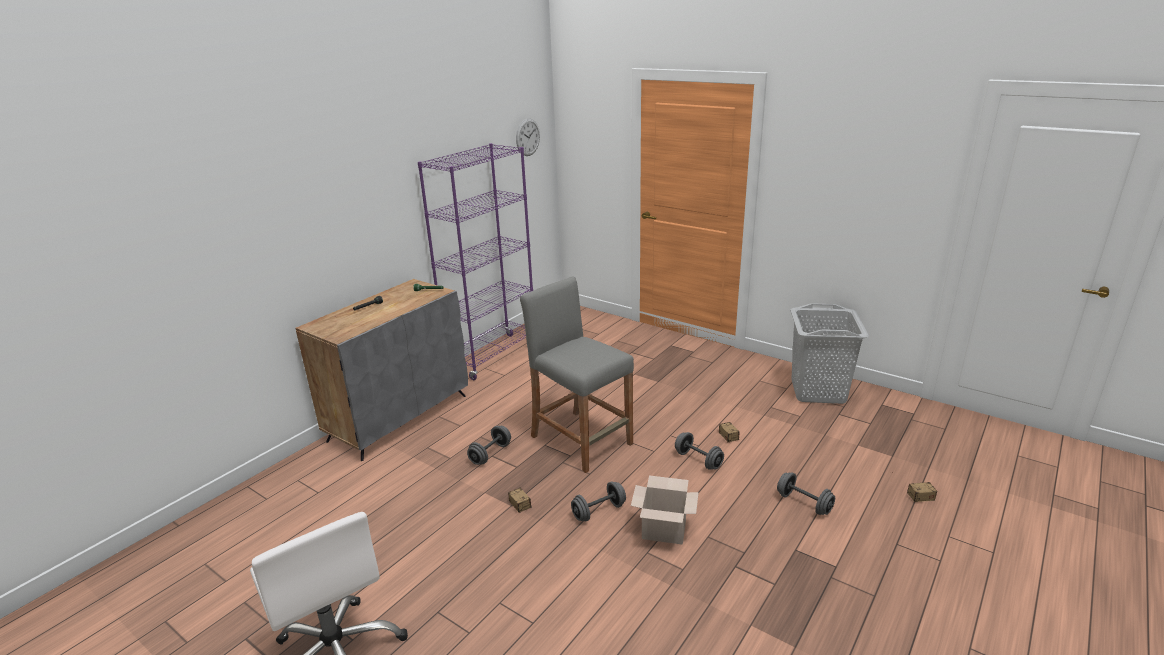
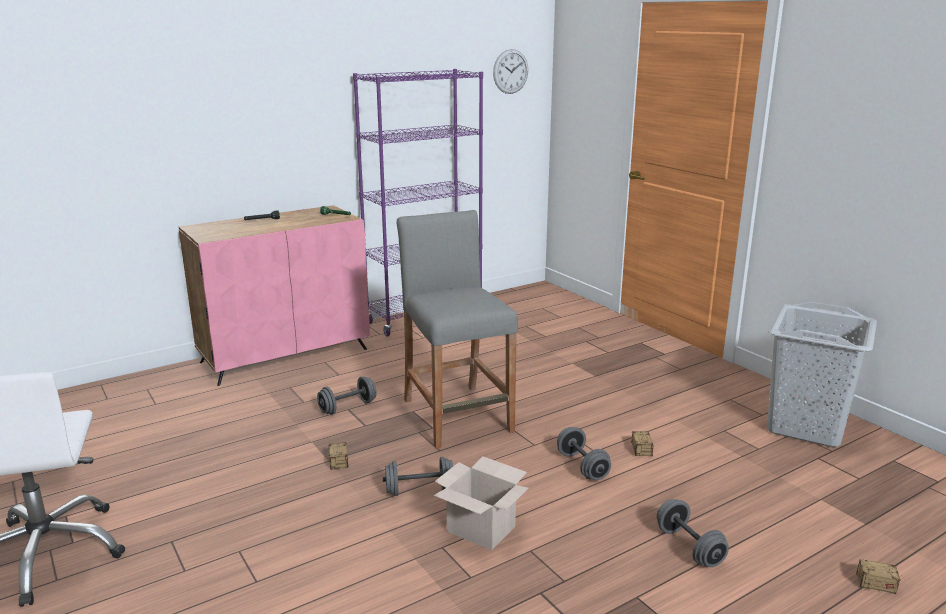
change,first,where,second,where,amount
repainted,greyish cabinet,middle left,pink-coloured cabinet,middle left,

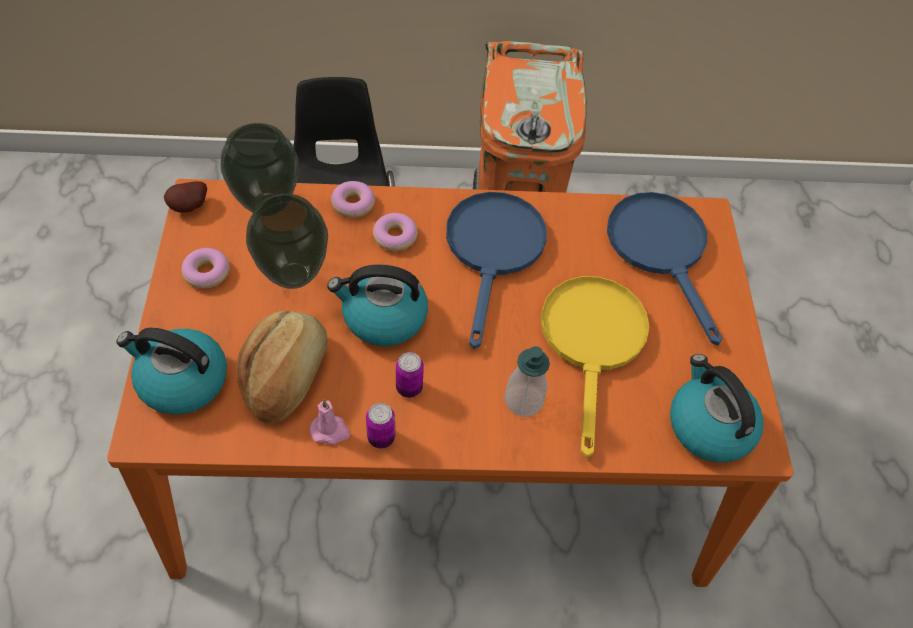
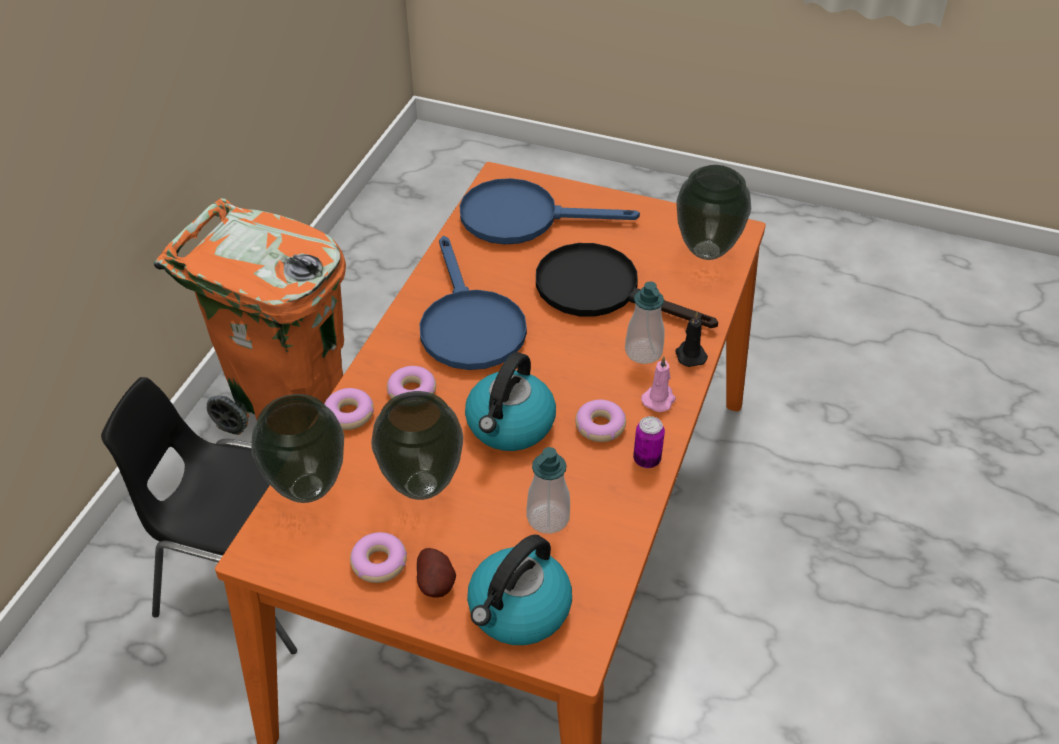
change,first,where,second,where,amount
shifted,spud,top left,,bottom centre,
rotated,blue pan (no. 1 from left),centre,,centre,135 degrees counterclockwise
repainted,yellow pan,centre,black pan,centre,
swapped,bread,middle left,soap bottle (no. 1 from left),centre,
swapped,sealed can (no. 2 from left),centre,ring doughnut (no. 4 from left),centre,
swapped,tea kettle (no. 3 from left),middle right,decorative vase (no. 3 from left),top right,
shifted,pink-coloured wax candle,bottom centre,,centre,
new,,,black wax candle,centre,

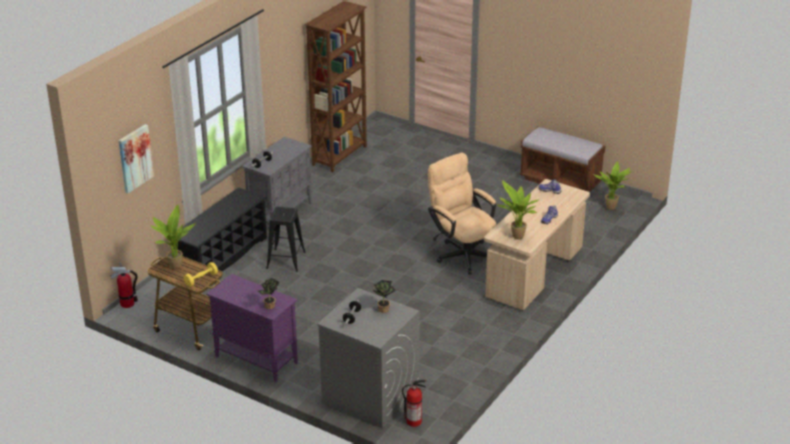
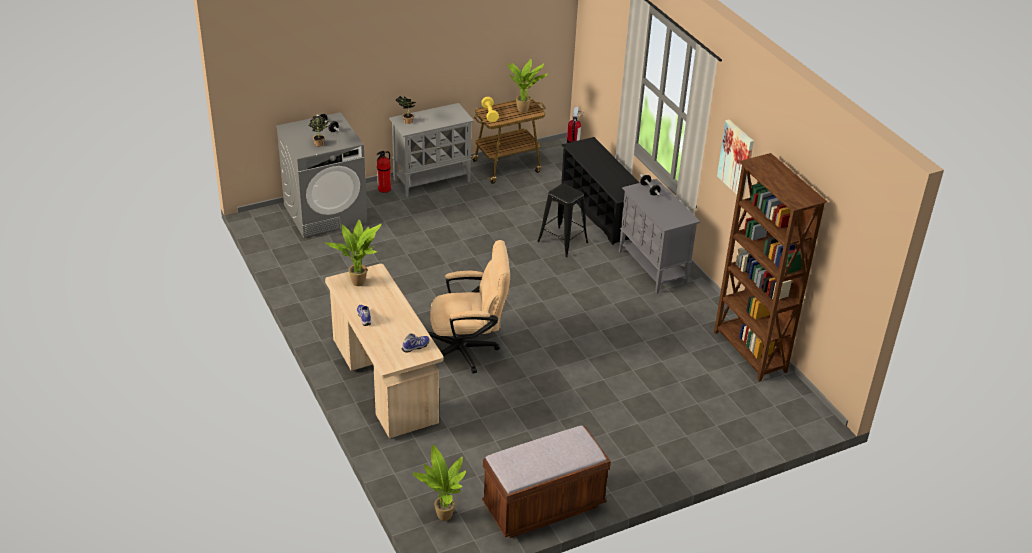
change,first,where,second,where,amount
shifted,wall picture,middle left,,top right,
repainted,purple-coloured cabinet,bottom left,greyish cabinet (no. 1 from left),top centre,
shifted,fire extinguisher (no. 2 from left in the first image),bottom centre,fire extinguisher (no. 1 from left),top centre,

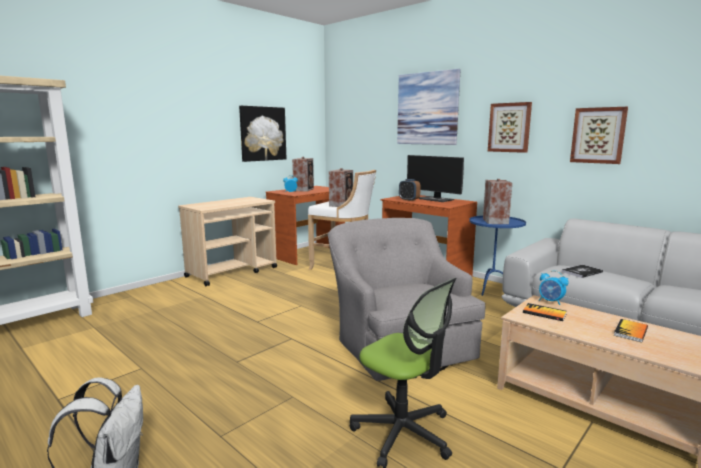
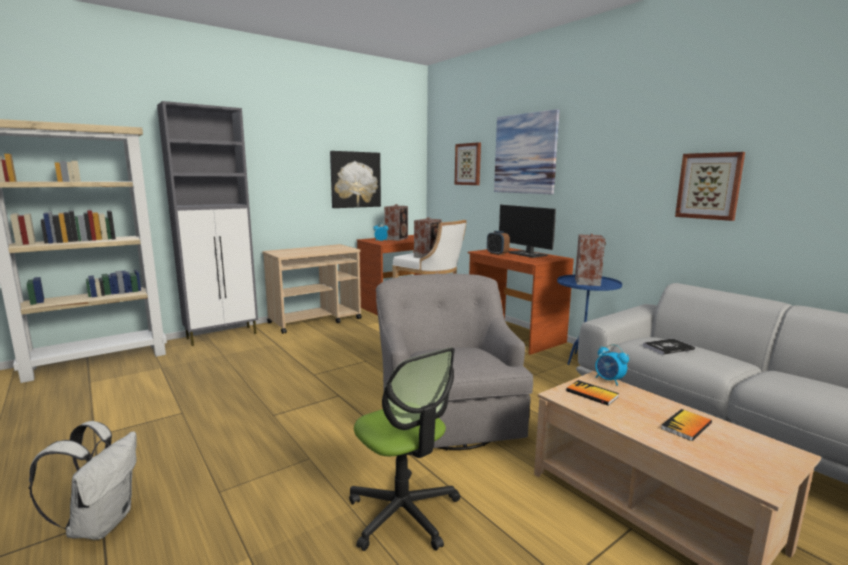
change,first,where,second,where,amount
shifted,wall picture (no. 3 from left in the first image),top right,wall picture (no. 2 from left),top centre,
new,,,greyish cabinet,middle left,

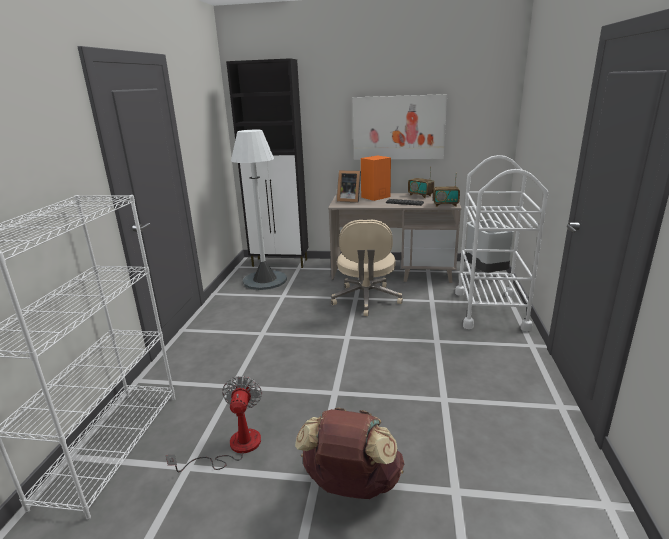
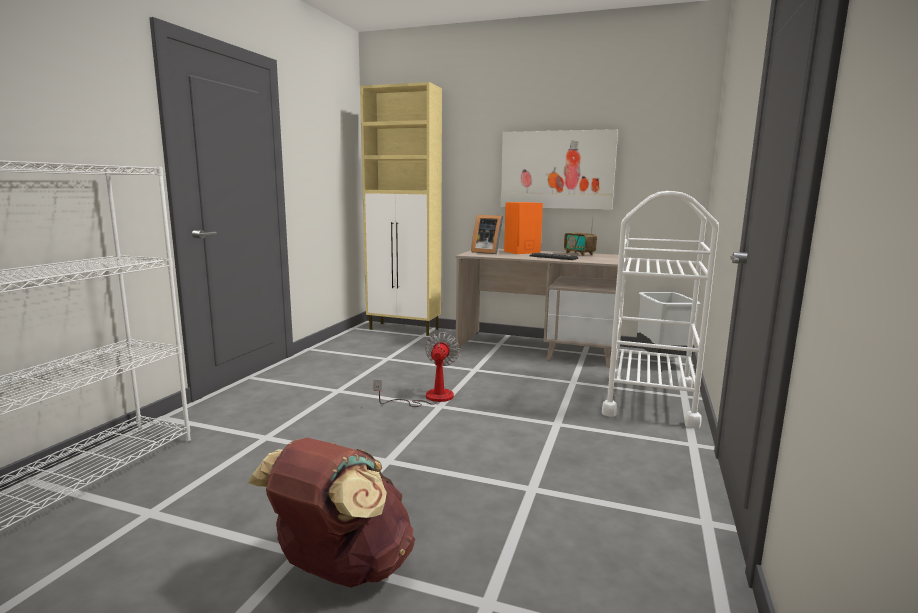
change,first,where,second,where,amount
repainted,black cabinet,top centre,sand-coloured cabinet,centre,
gone,white-coloured standing lamp,centre,,,
gone,radio set (no. 2 from left),middle right,,,
gone,sand-coloured office chair,centre,,,
shifted,fan,bottom left,,centre,

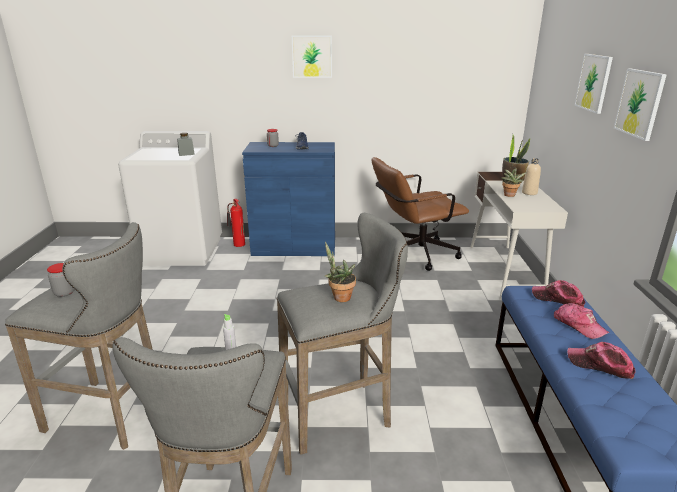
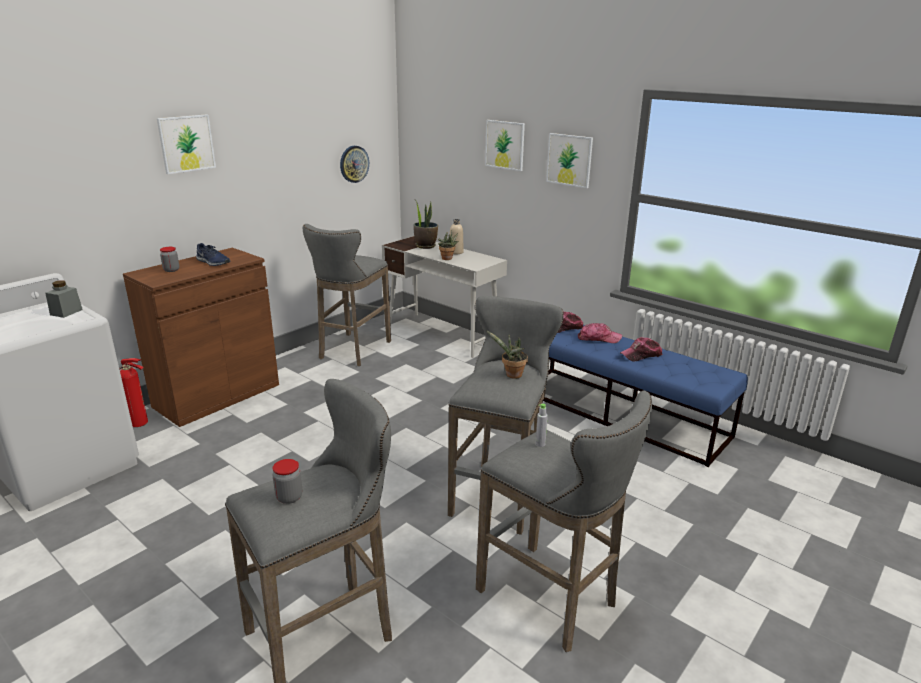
change,first,where,second,where,amount
repainted,blue cabinet,centre,brown-coloured cabinet,middle left,
swapped,brown-coloured office chair,centre,greyish stool seat (no. 2 from left),centre,
new,,,clock on the wall,top centre,

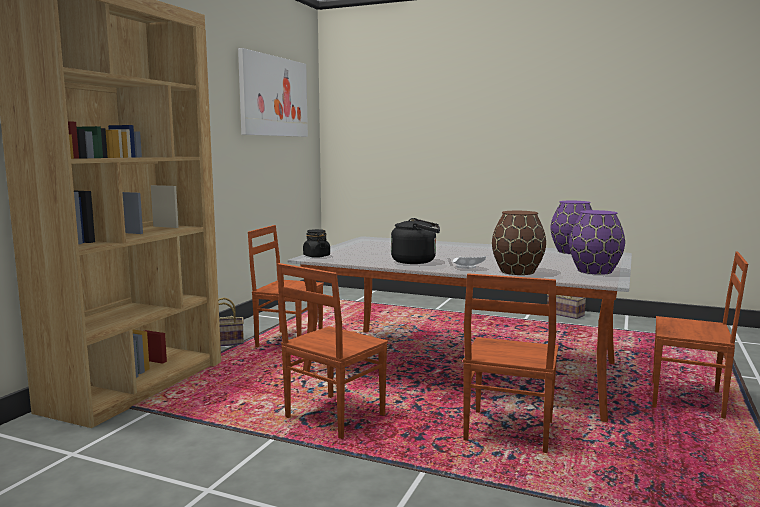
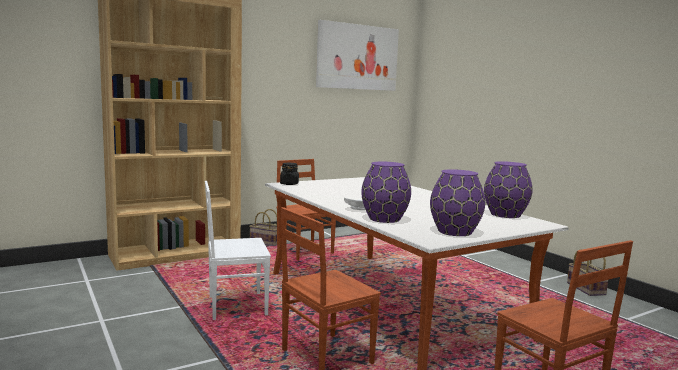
change,first,where,second,where,amount
repainted,brown-coloured decorative vase,middle right,purple-coloured decorative vase (no. 1 from left),centre,
gone,black tea kettle,centre,,,
repainted,brown-coloured upright chair (no. 2 from left),bottom centre,white-coloured upright chair,bottom centre,

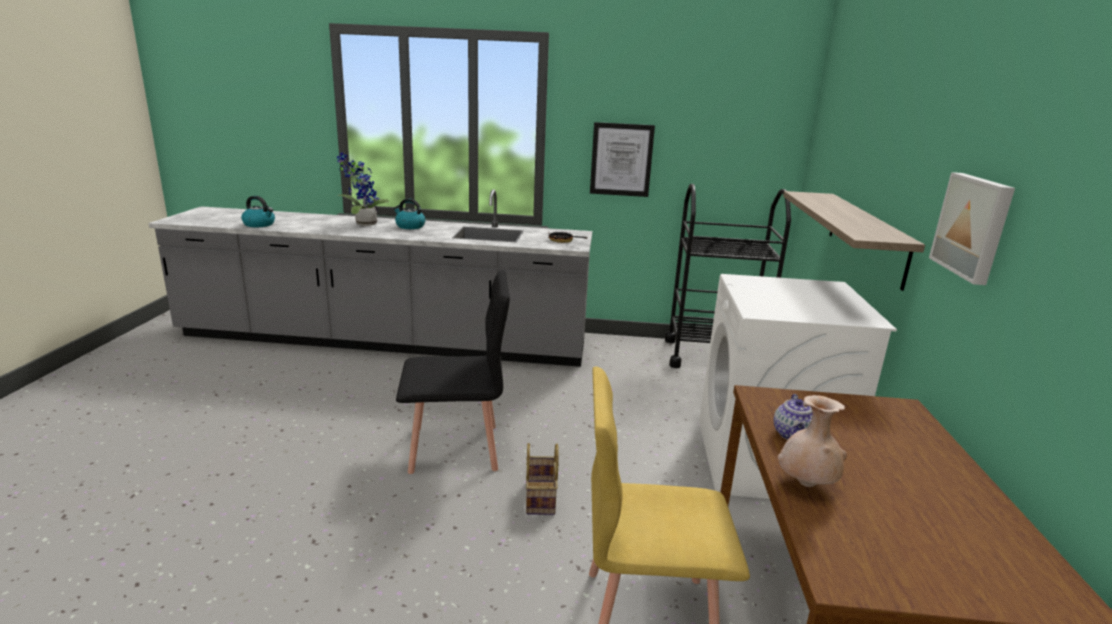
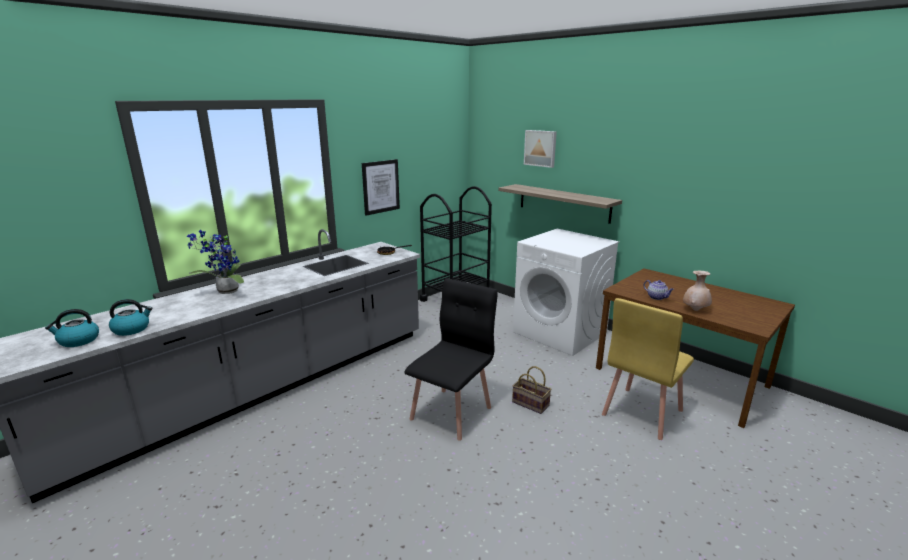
change,first,where,second,where,amount
shifted,wall picture (no. 2 from left),middle right,,top centre,
shifted,tea kettle (no. 2 from left in the first image),centre,tea kettle (no. 1 from left),middle left,

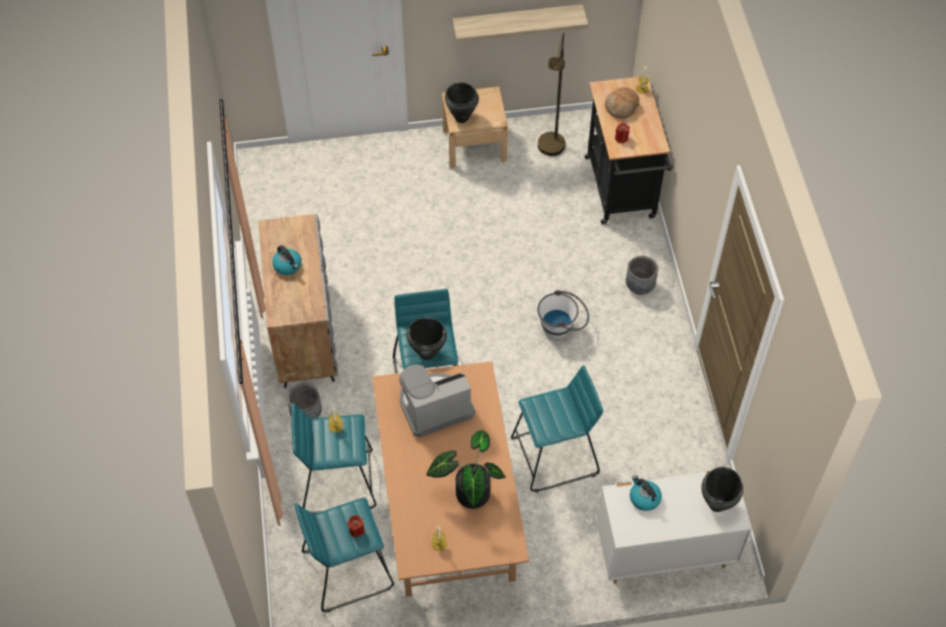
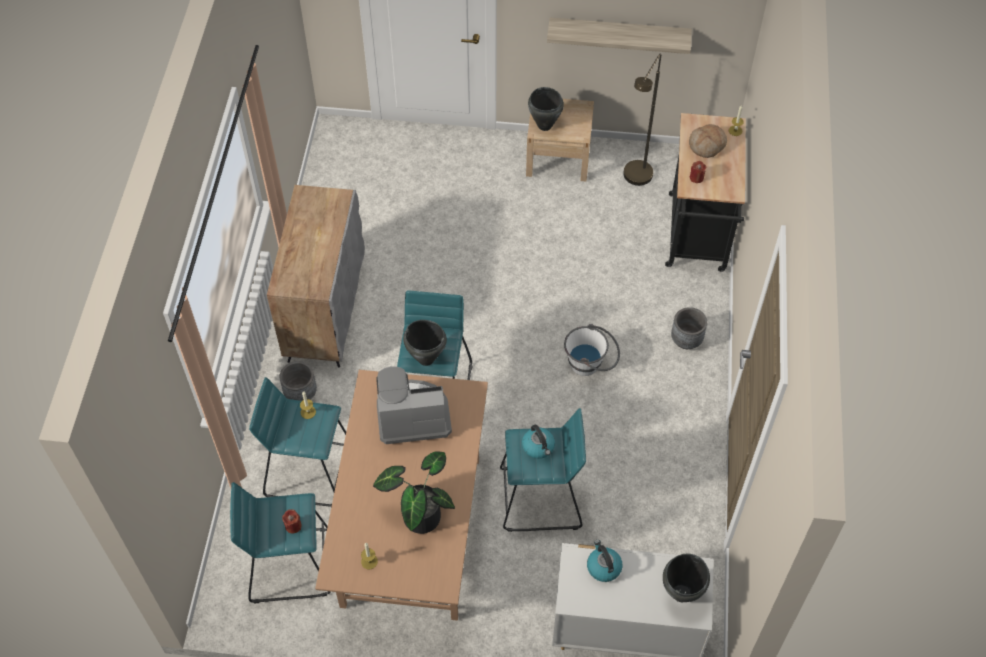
change,first,where,second,where,amount
shifted,tea kettle (no. 1 from left),middle left,,bottom centre,

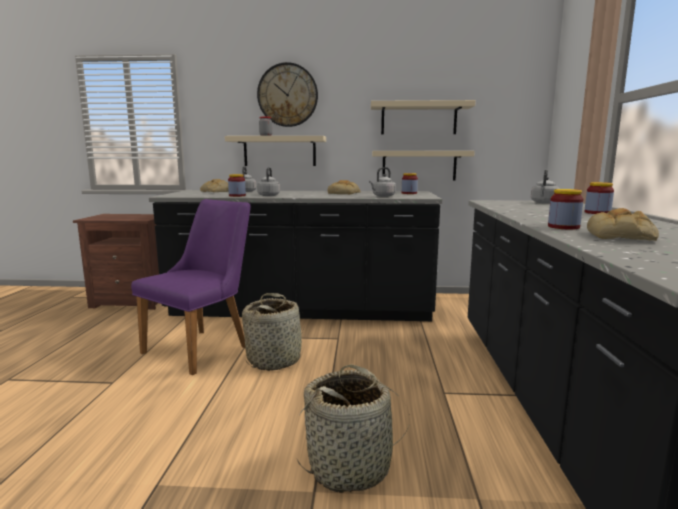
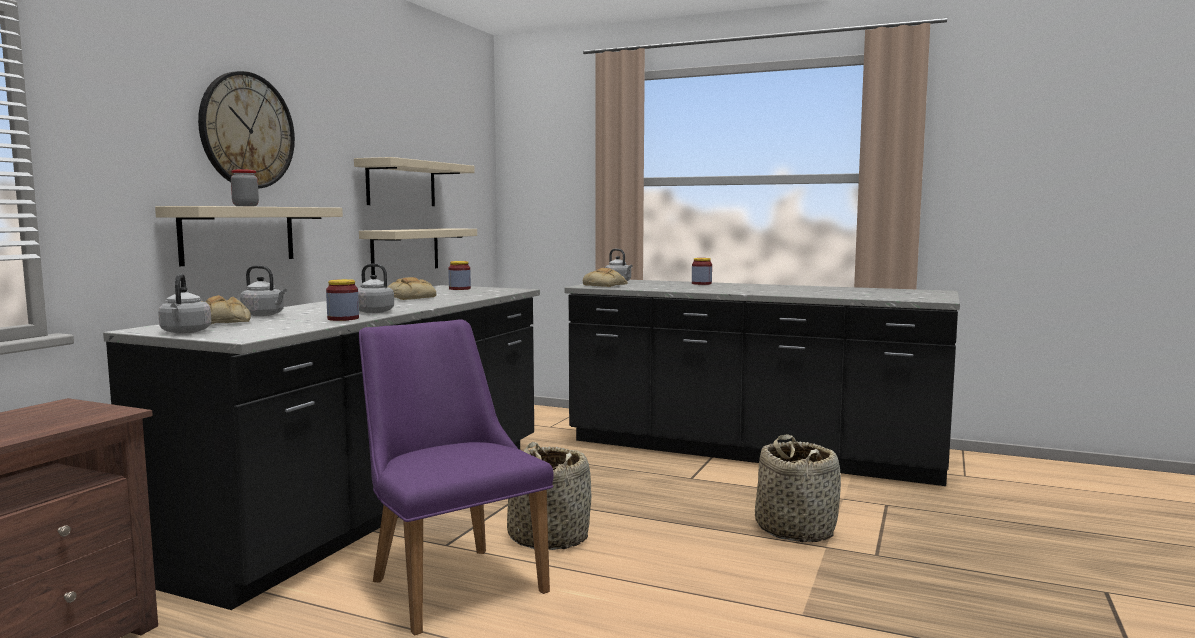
change,first,where,second,where,amount
shifted,greyish tea kettle (no. 3 from left in the first image),centre,greyish tea kettle (no. 1 from left),middle left,
gone,preserve jar (no. 4 from left),middle right,,,
shifted,bread (no. 3 from left),middle right,,centre,

